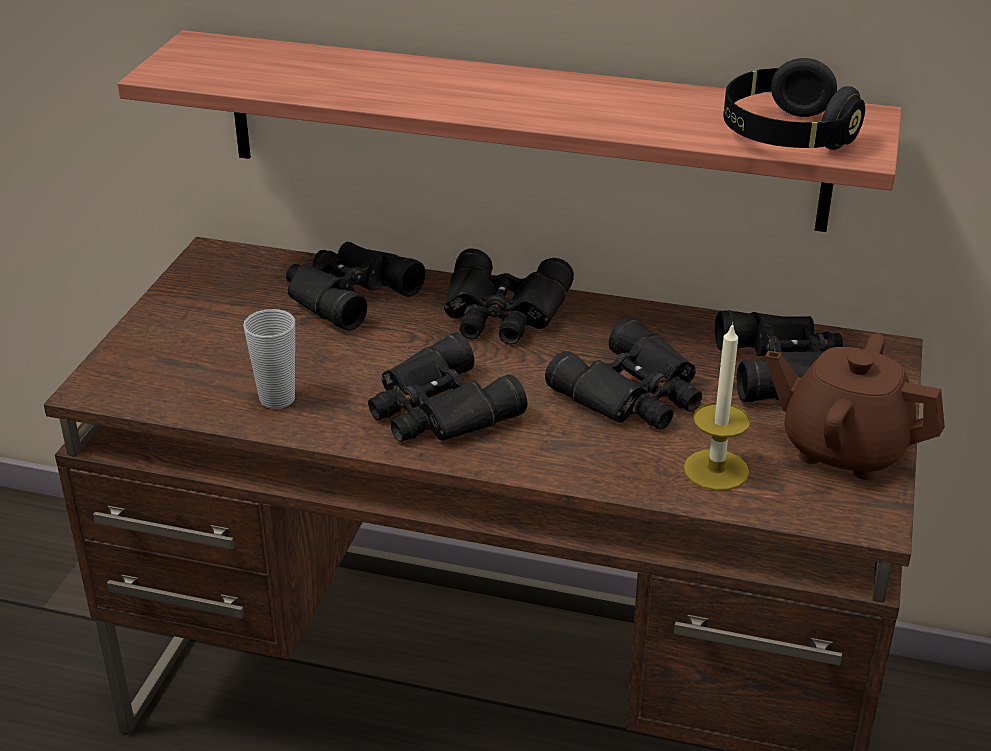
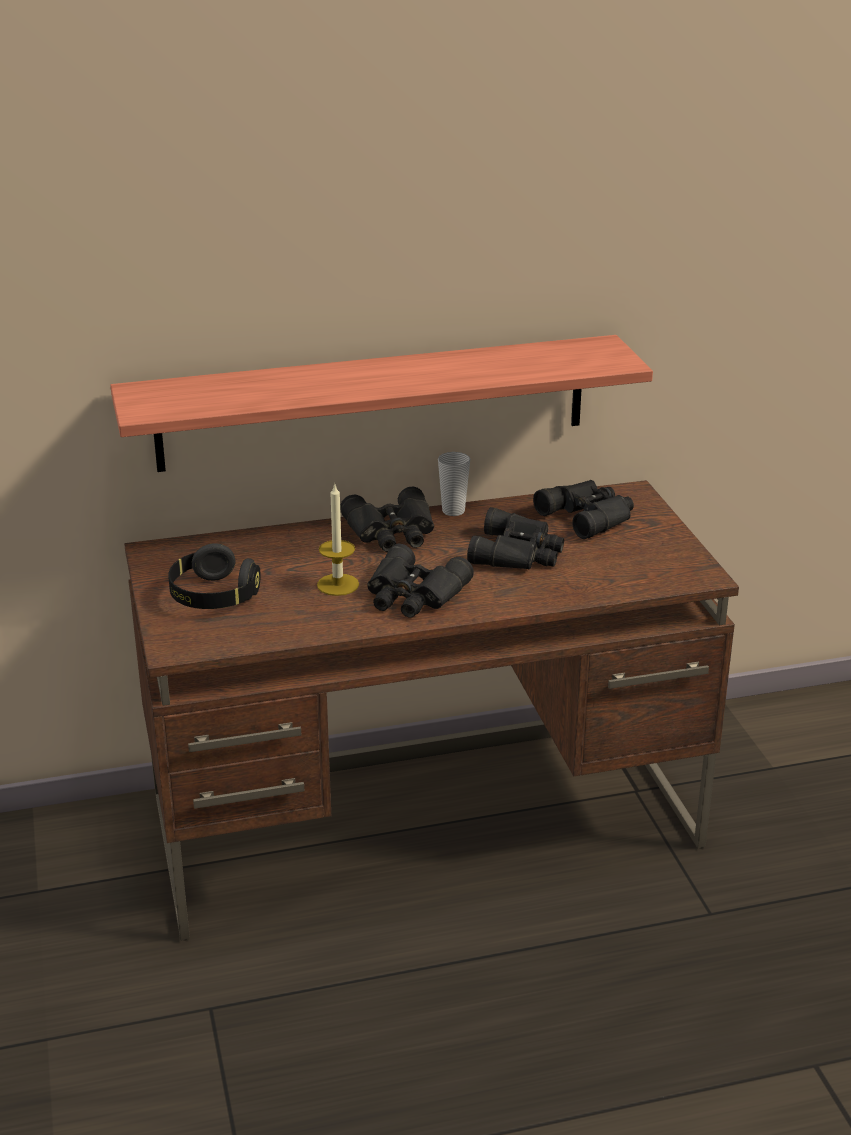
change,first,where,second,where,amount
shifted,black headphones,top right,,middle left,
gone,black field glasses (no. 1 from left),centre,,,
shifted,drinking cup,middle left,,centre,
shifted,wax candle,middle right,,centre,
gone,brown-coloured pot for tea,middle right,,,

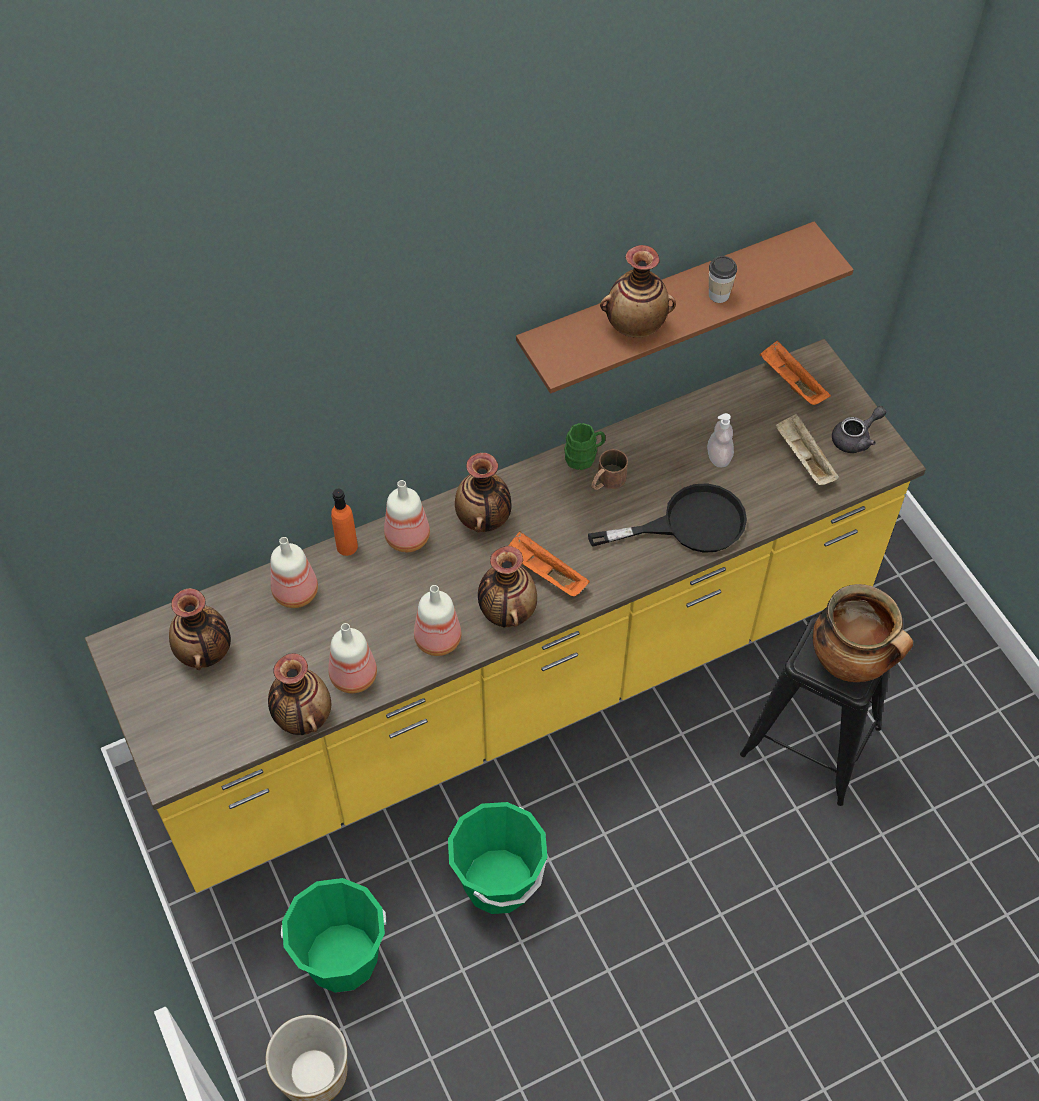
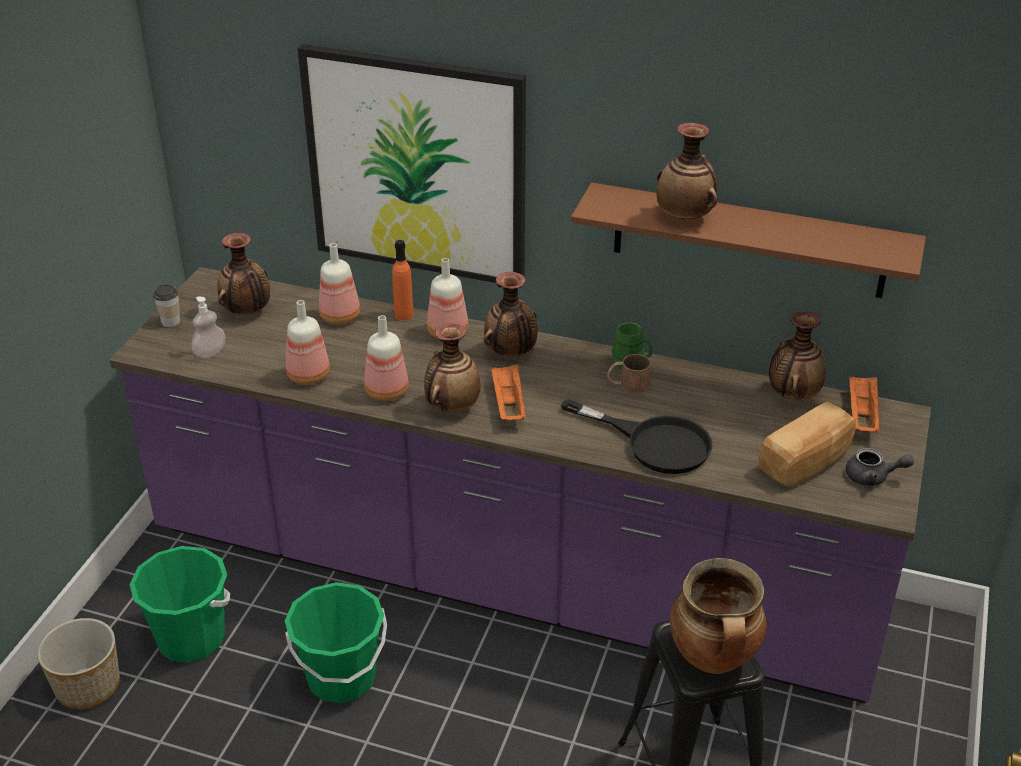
change,first,where,second,where,amount
shifted,drinking cup,top right,,middle left,
repainted,yellow counter,centre,purple-coloured counter,centre,
shifted,soap bottle,middle right,,middle left,
swapped,sand-coloured tray,middle right,bread,middle right,
shifted,decorative vase (no. 2 from left in the first image),middle left,decorative vase (no. 5 from left),middle right,
new,,,wall picture,top centre,

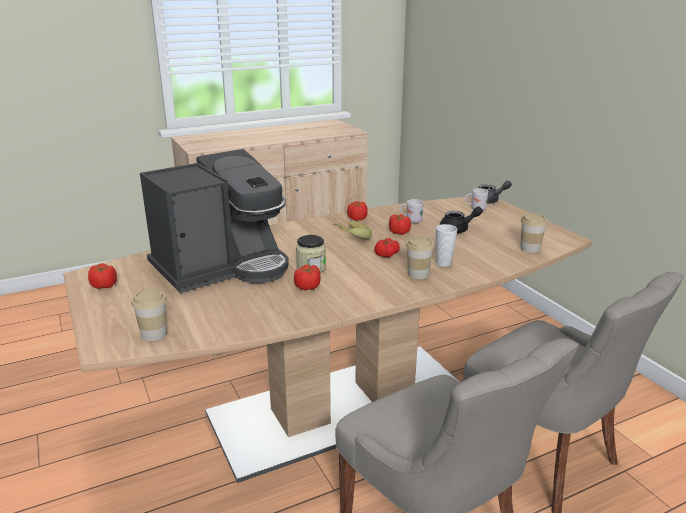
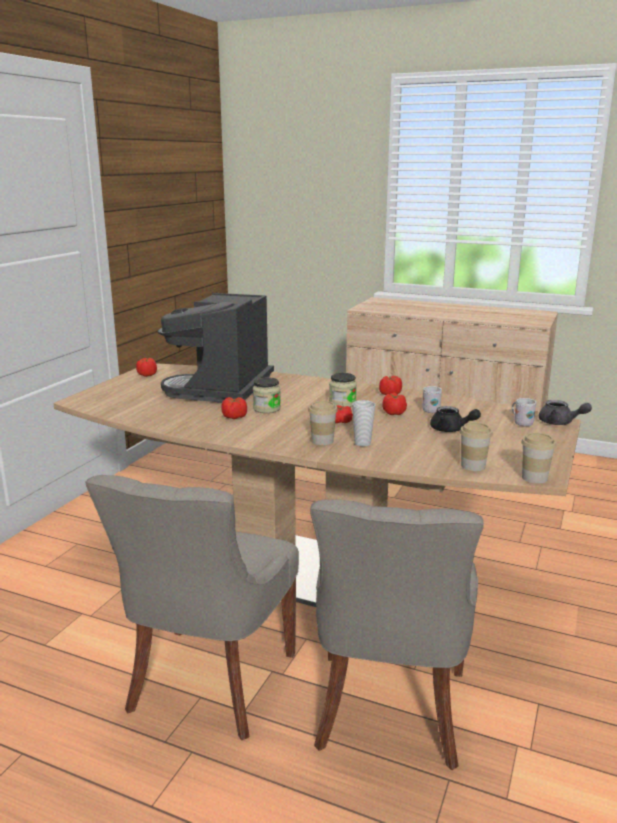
change,first,where,second,where,amount
rotated,coffee machine,middle left,,centre,90 degrees clockwise
swapped,banana fruit,centre,preserve jar (no. 2 from left),centre,
shifted,drinking cup (no. 1 from left in the first image),middle left,drinking cup (no. 4 from left),middle right,

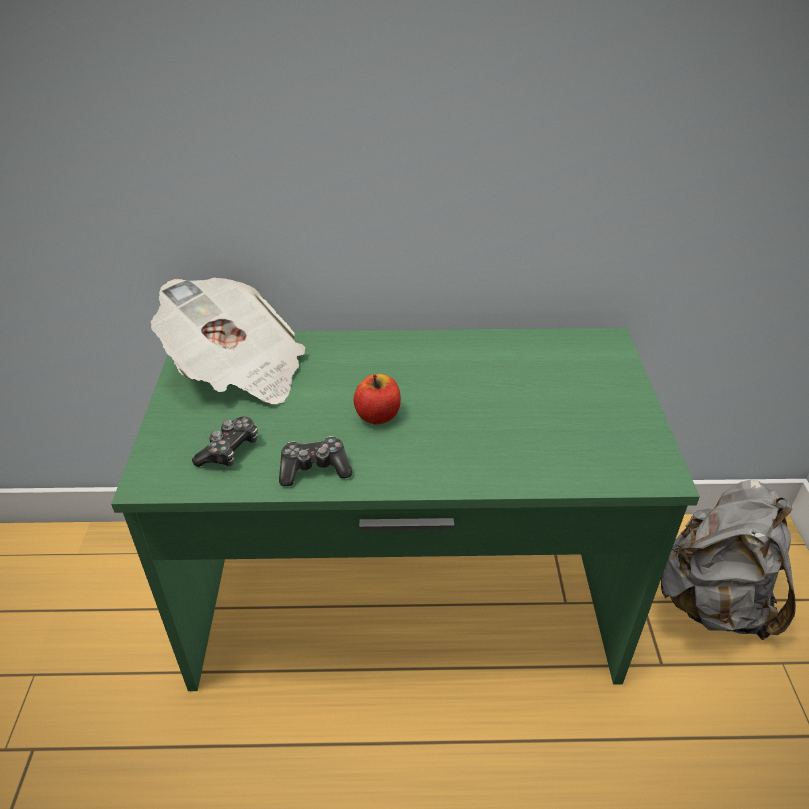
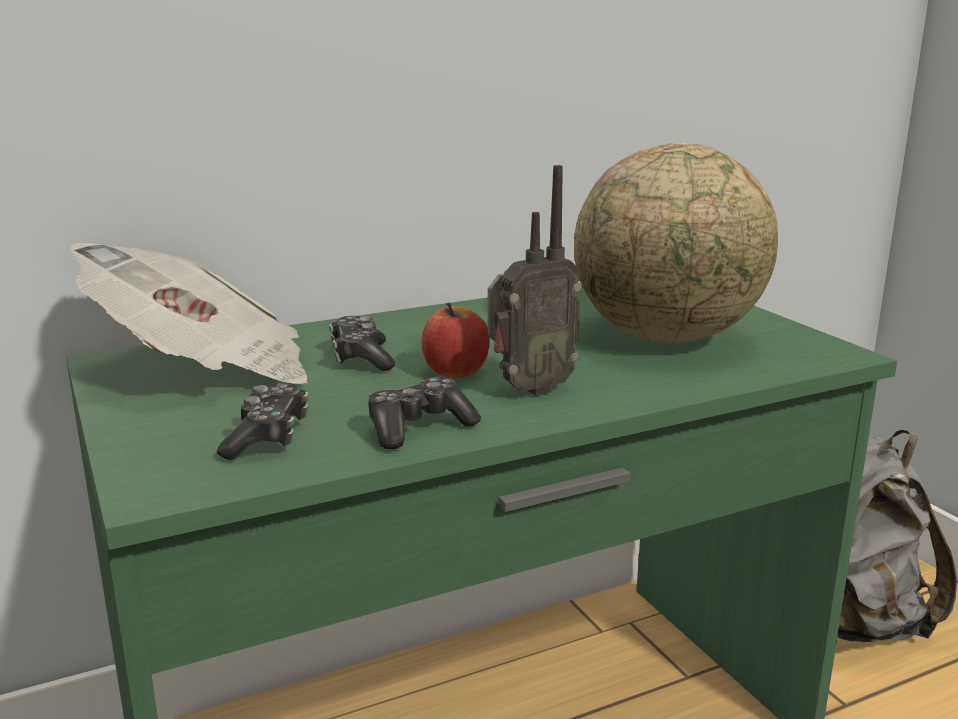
change,first,where,second,where,amount
new,,,desk globe,middle right,
new,,,radio set,centre,
new,,,joypad (no. 2 from left),centre,

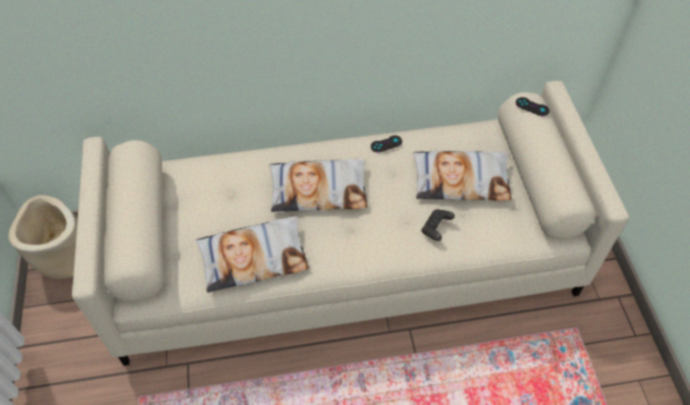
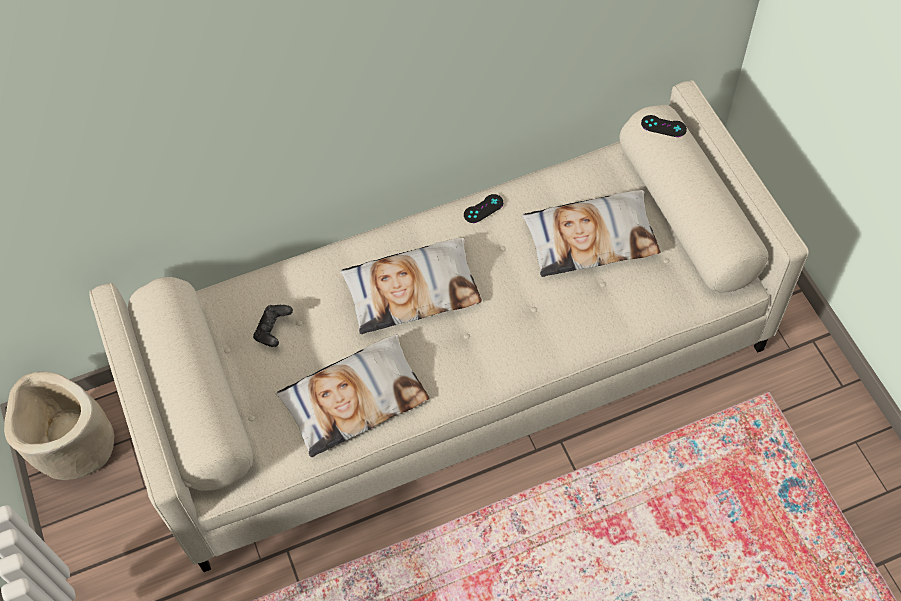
change,first,where,second,where,amount
shifted,black joypad (no. 2 from left in the first image),centre,black joypad (no. 1 from left),middle left,

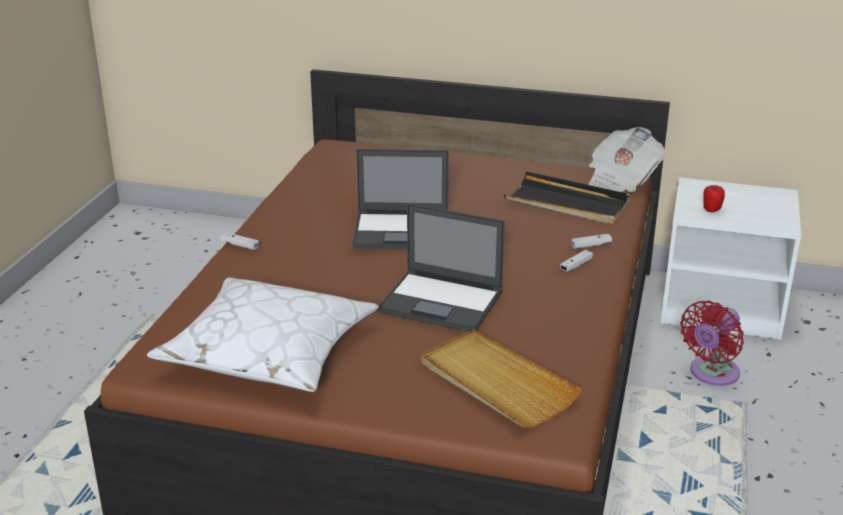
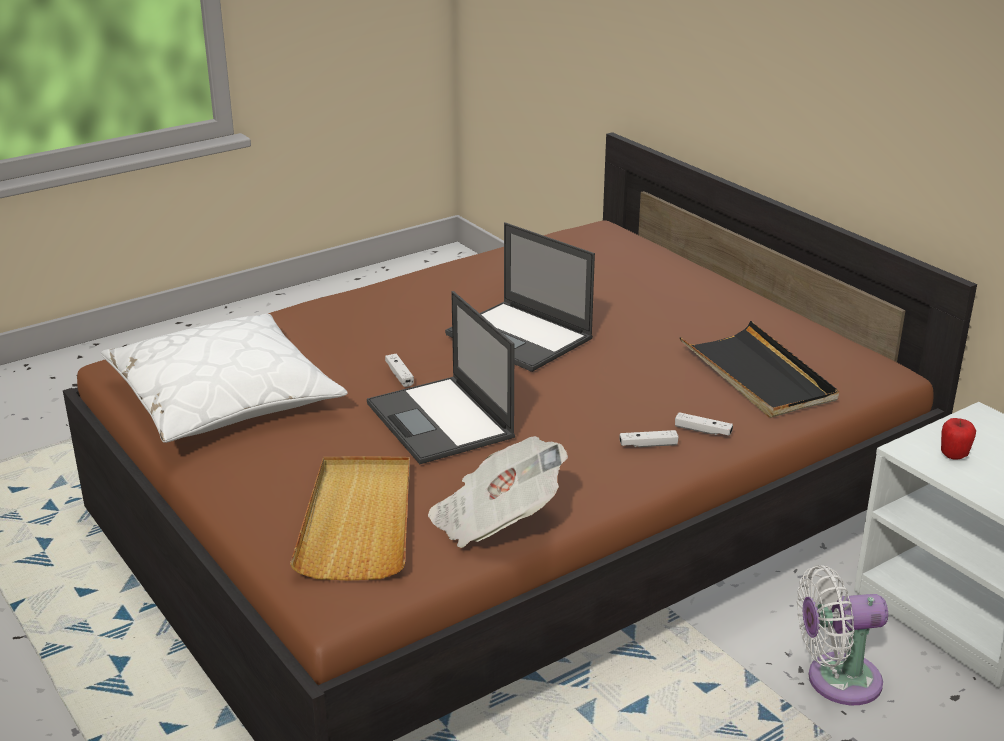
change,first,where,second,where,amount
shifted,newspaper,top right,,centre,
shifted,white-coloured joypad (no. 1 from left),middle left,,centre,
repainted,red-coloured fan,middle right,white-coloured fan,bottom right,

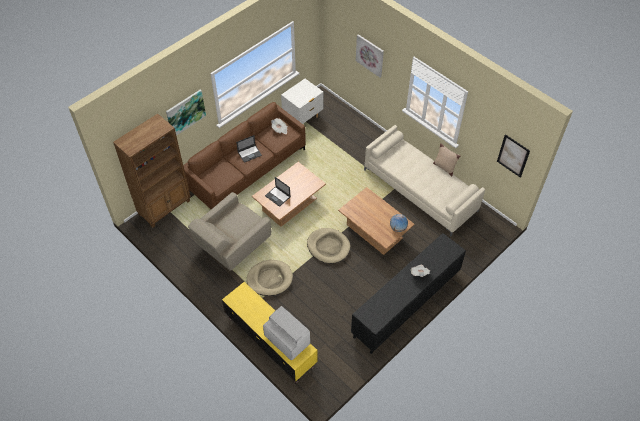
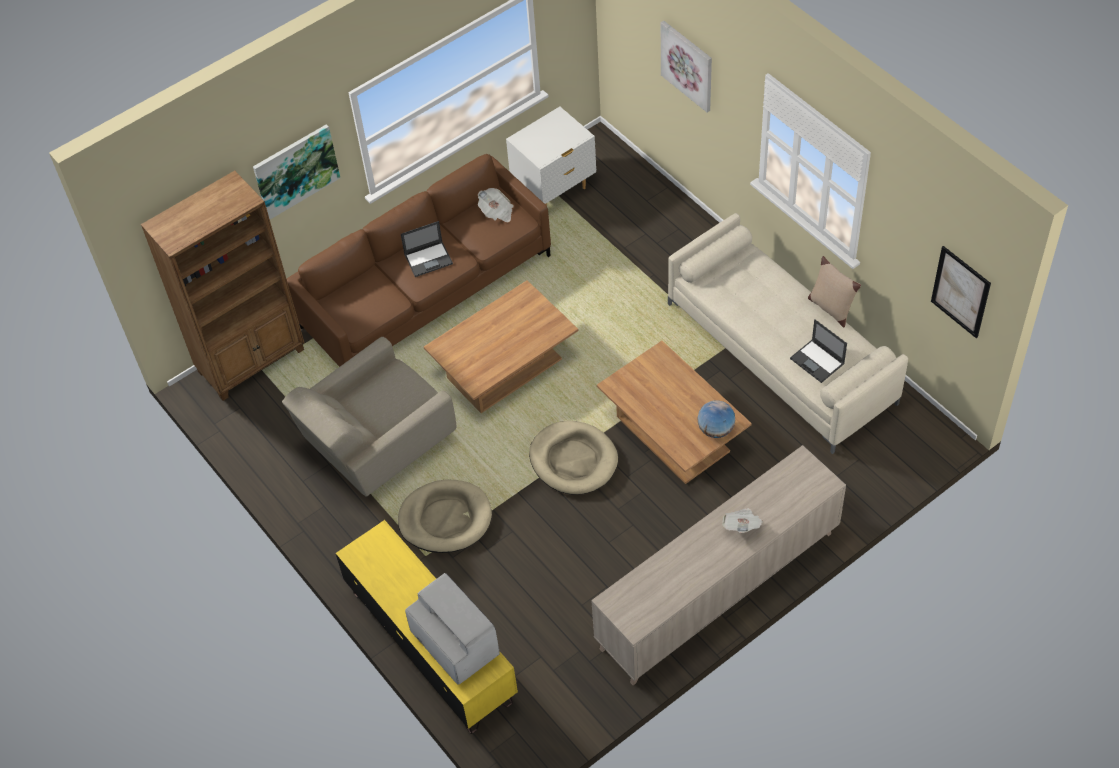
change,first,where,second,where,amount
shifted,laptop (no. 2 from left),centre,,middle right,
repainted,black cabinet,bottom centre,sand-coloured cabinet,bottom centre,

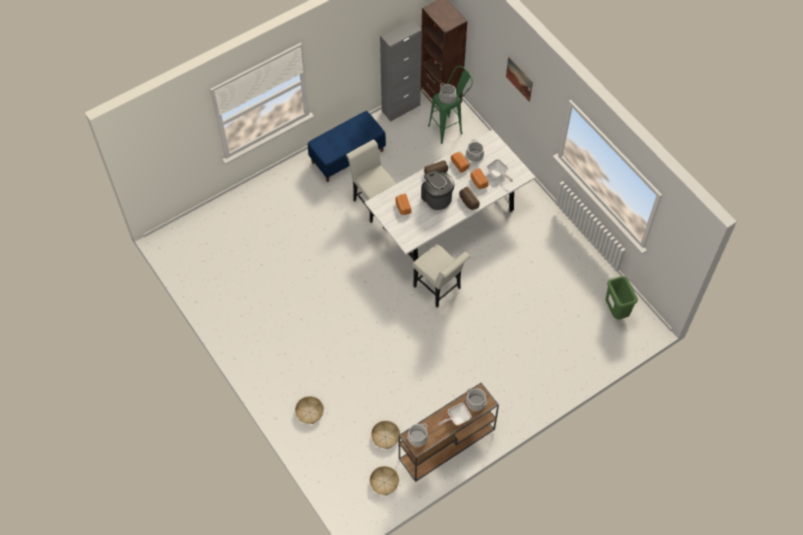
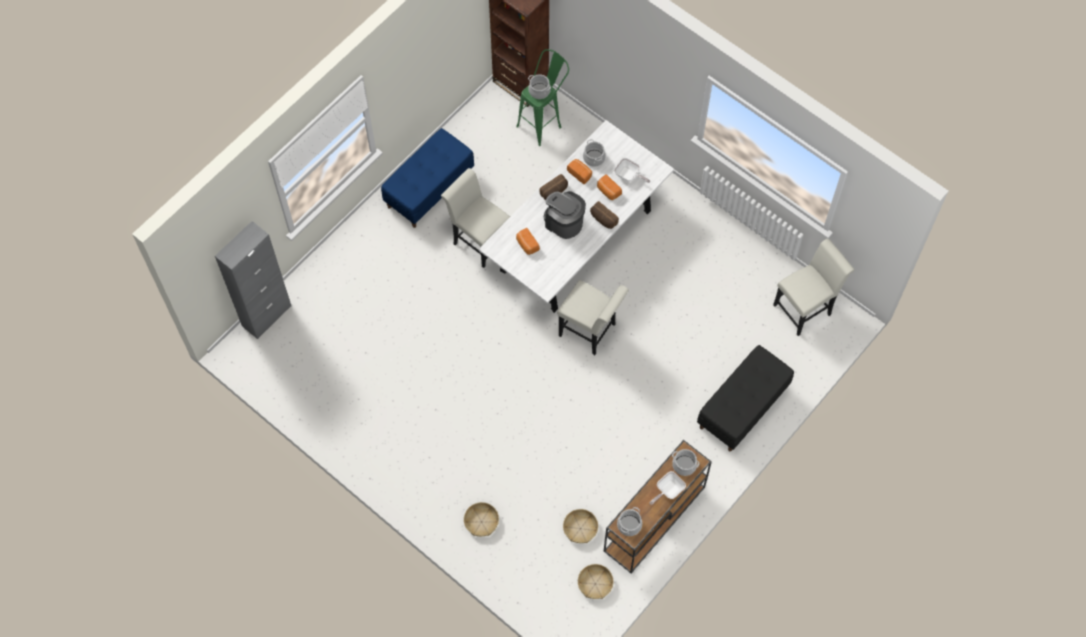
change,first,where,second,where,amount
shifted,greyish cabinet,top centre,,middle left,
gone,wall picture,top centre,,,
swapped,greenish rubbish bin,middle right,white-coloured upright chair (no. 3 from left),middle right,
new,,,black bench,middle right,

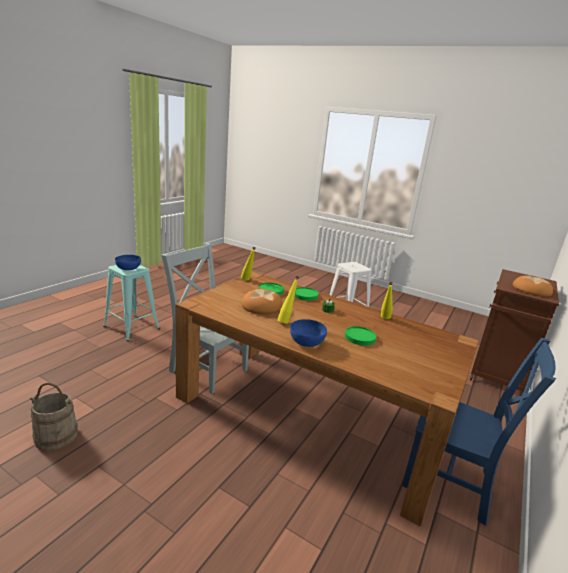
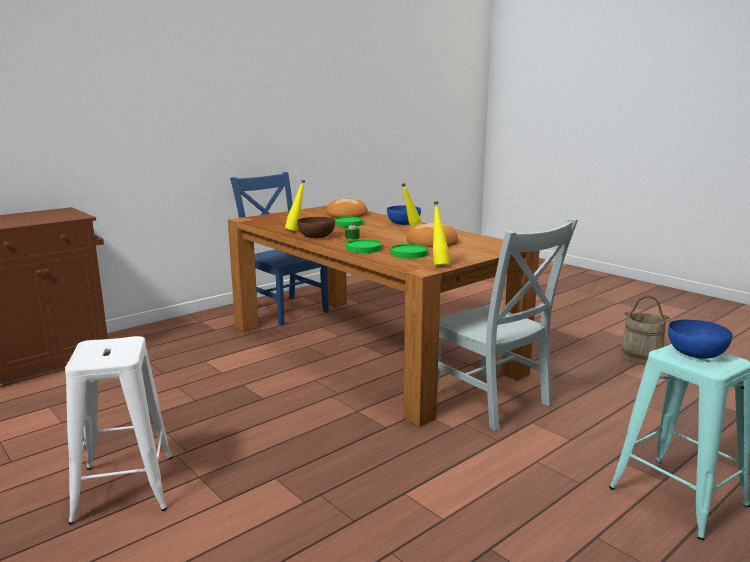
change,first,where,second,where,amount
shifted,bread (no. 2 from left in the first image),middle right,bread (no. 1 from left),centre,
new,,,brown-coloured serving bowl,centre,

